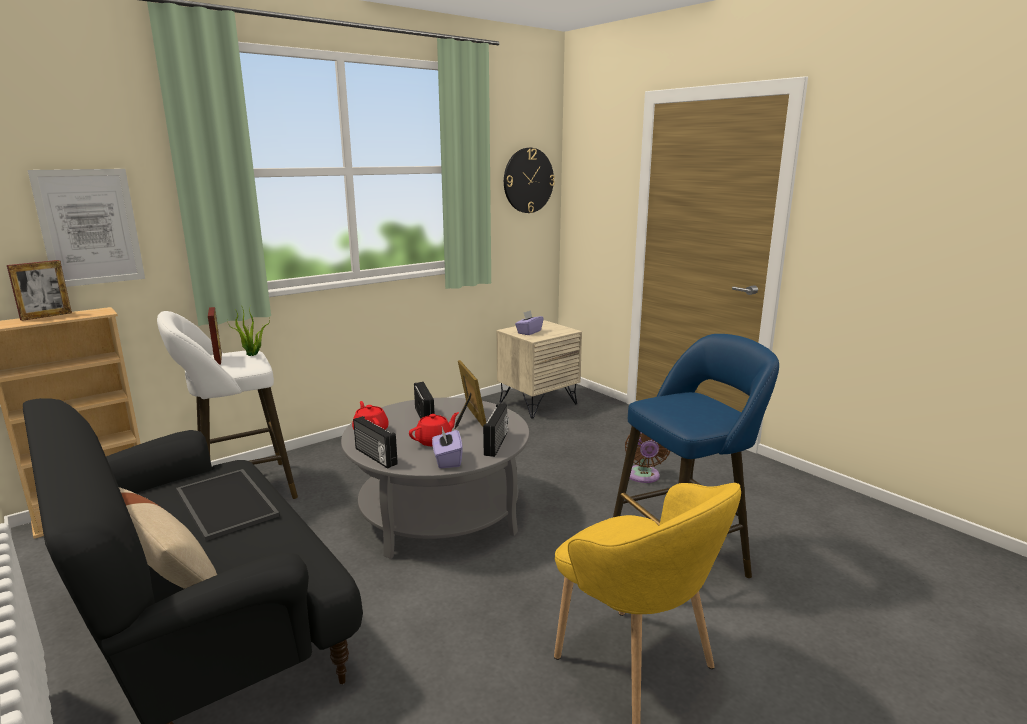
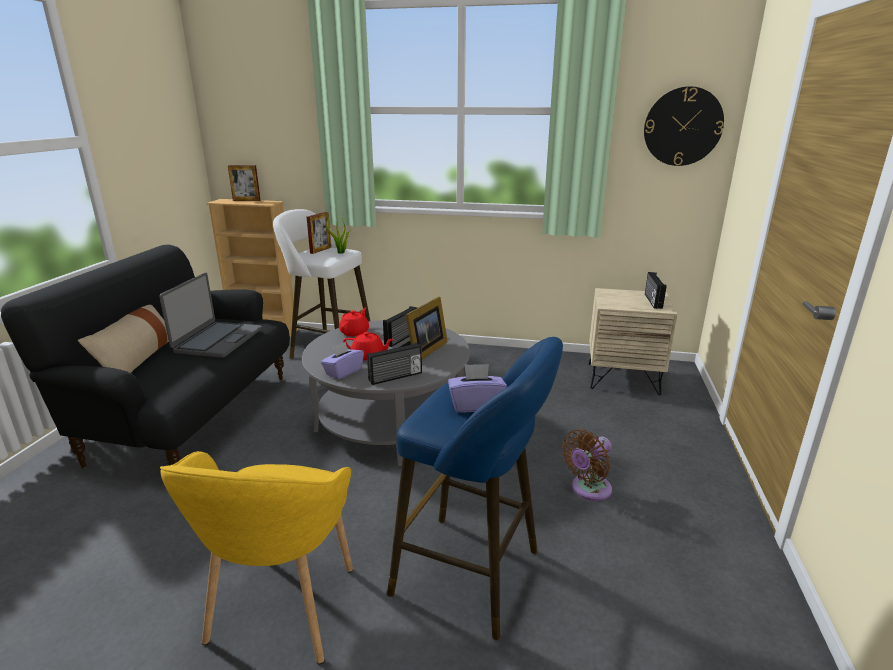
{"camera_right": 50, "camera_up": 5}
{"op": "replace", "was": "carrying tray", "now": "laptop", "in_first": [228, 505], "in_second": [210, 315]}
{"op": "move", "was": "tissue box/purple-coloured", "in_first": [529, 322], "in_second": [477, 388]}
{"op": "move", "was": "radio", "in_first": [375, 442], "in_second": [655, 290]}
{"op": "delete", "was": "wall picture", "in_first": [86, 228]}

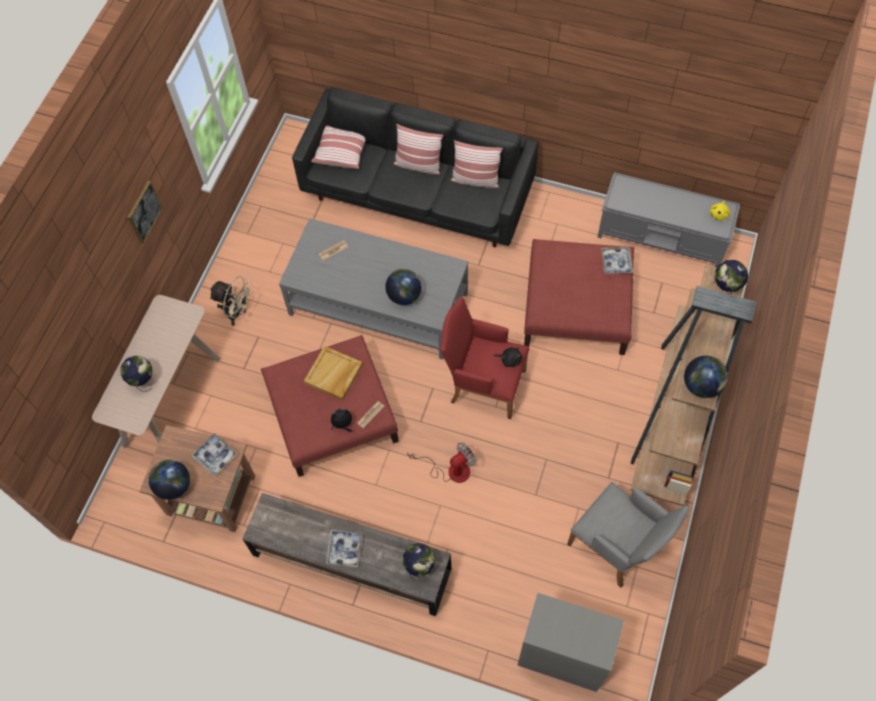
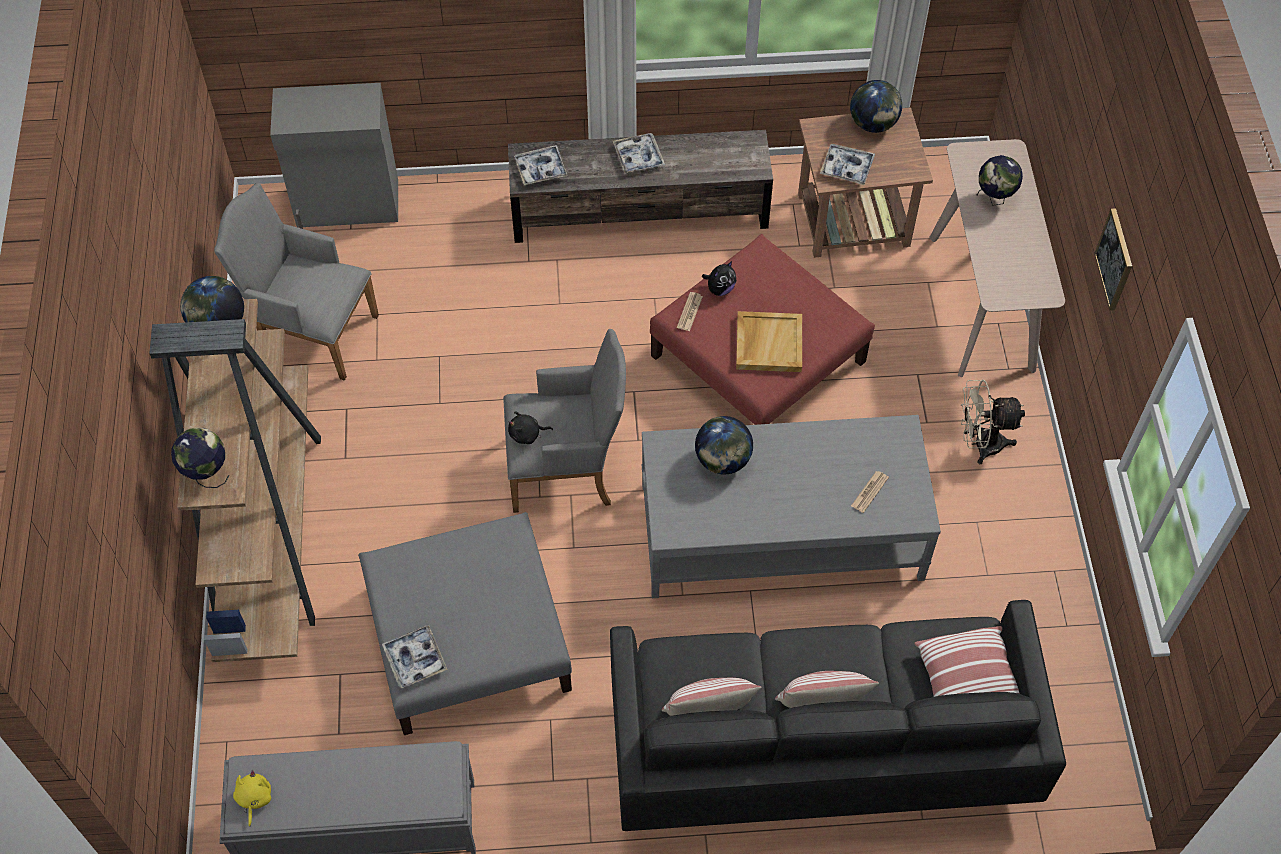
{"camera_right": 155, "camera_up": -5}
{"op": "recolor", "was": "pouffe/reddish", "now": "pouffe/grey", "in_first": [579, 297], "in_second": [465, 623]}
{"op": "recolor", "was": "lounge chair/reddish", "now": "lounge chair/grey", "in_first": [485, 357], "in_second": [564, 421]}
{"op": "replace", "was": "world globe", "now": "carrying tray", "in_first": [419, 561], "in_second": [540, 165]}
{"op": "delete", "was": "fan", "in_first": [441, 463]}

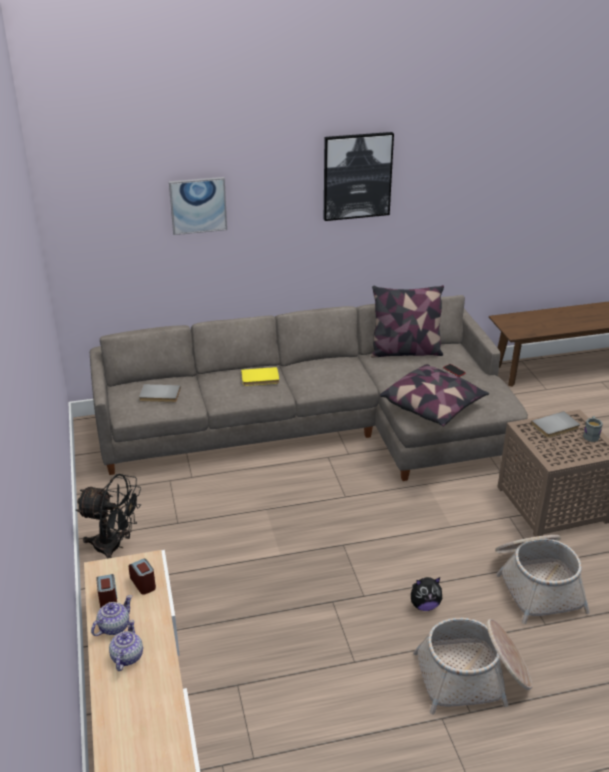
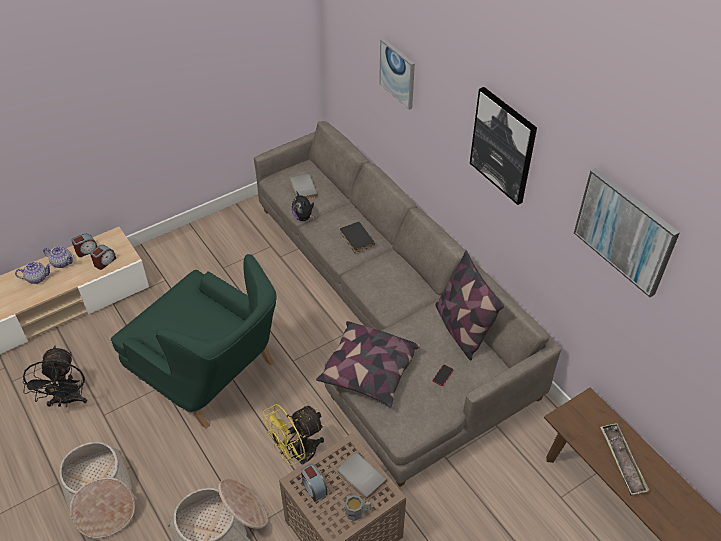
{"camera_right": 70, "camera_up": 15}
{"op": "move", "was": "fan/black", "in_first": [108, 516], "in_second": [55, 376]}
{"op": "insert", "now": "lounge chair/green", "in_second": [194, 341]}
{"op": "insert", "now": "fan/yellowish", "in_second": [293, 434]}
{"op": "move", "was": "plush toy", "in_first": [426, 594], "in_second": [303, 206]}
{"op": "insert", "now": "bedside clock", "in_second": [314, 483]}
{"op": "recolor", "was": "bound book/yellowish", "now": "bound book/black", "in_first": [260, 376], "in_second": [357, 237]}
{"op": "insert", "now": "wall picture", "in_second": [627, 232]}
{"op": "insert", "now": "carrying tray", "in_second": [625, 459]}

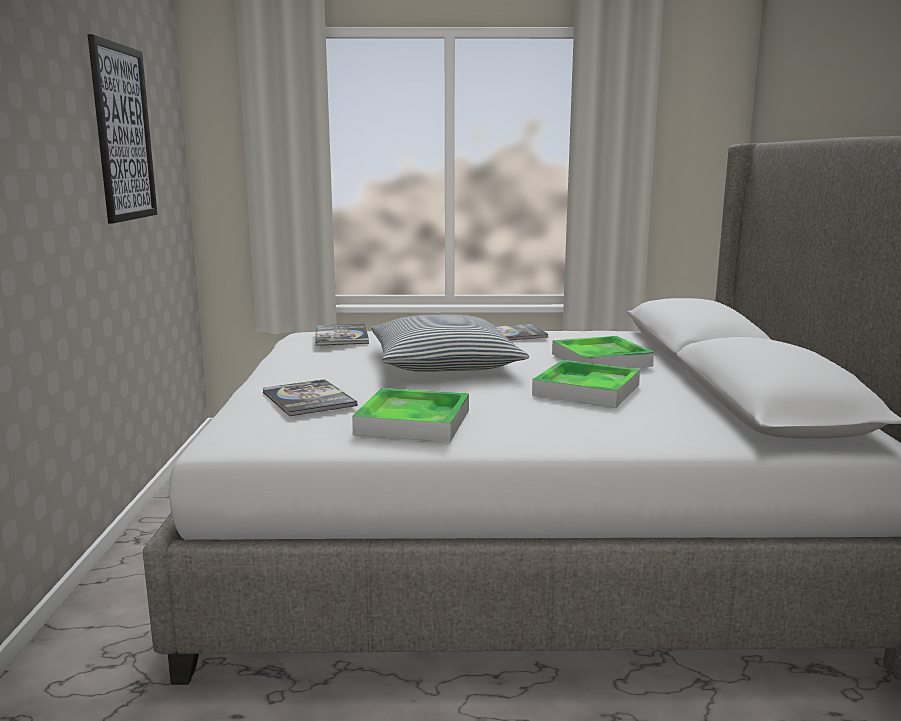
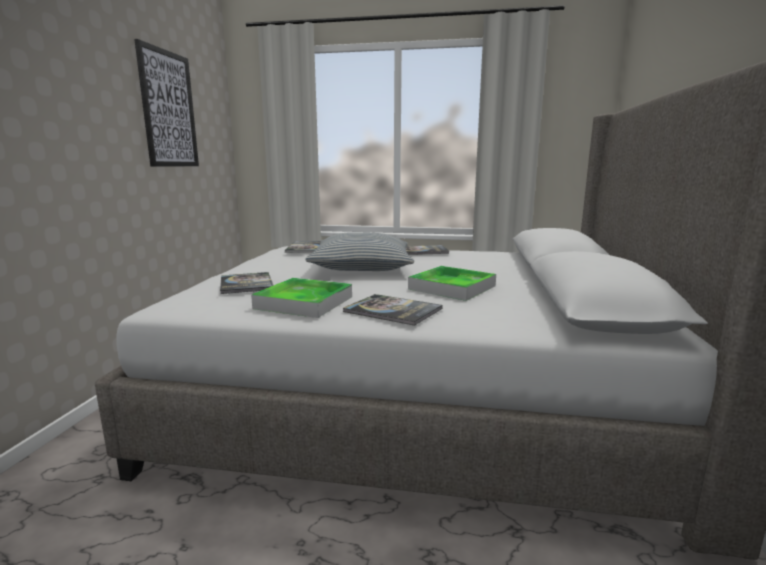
{"camera_right": 10, "camera_up": 0}
{"op": "insert", "now": "bound book", "in_second": [393, 310]}
{"op": "delete", "was": "carrying tray", "in_first": [603, 352]}

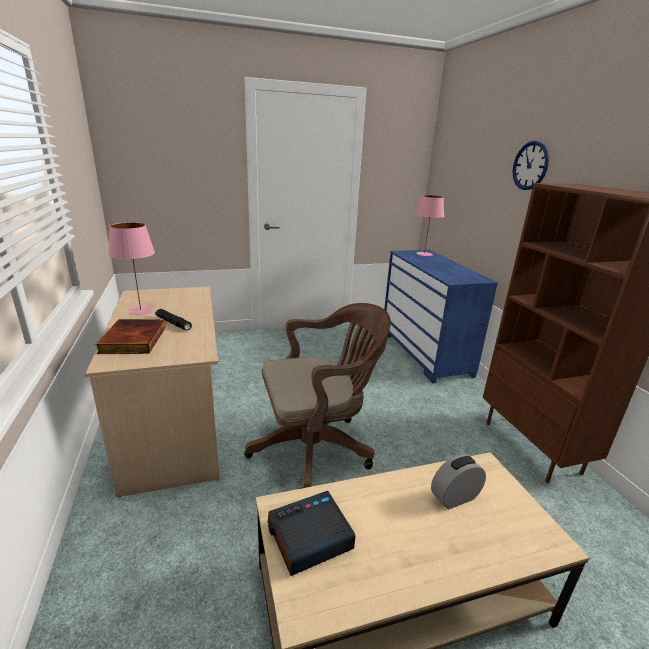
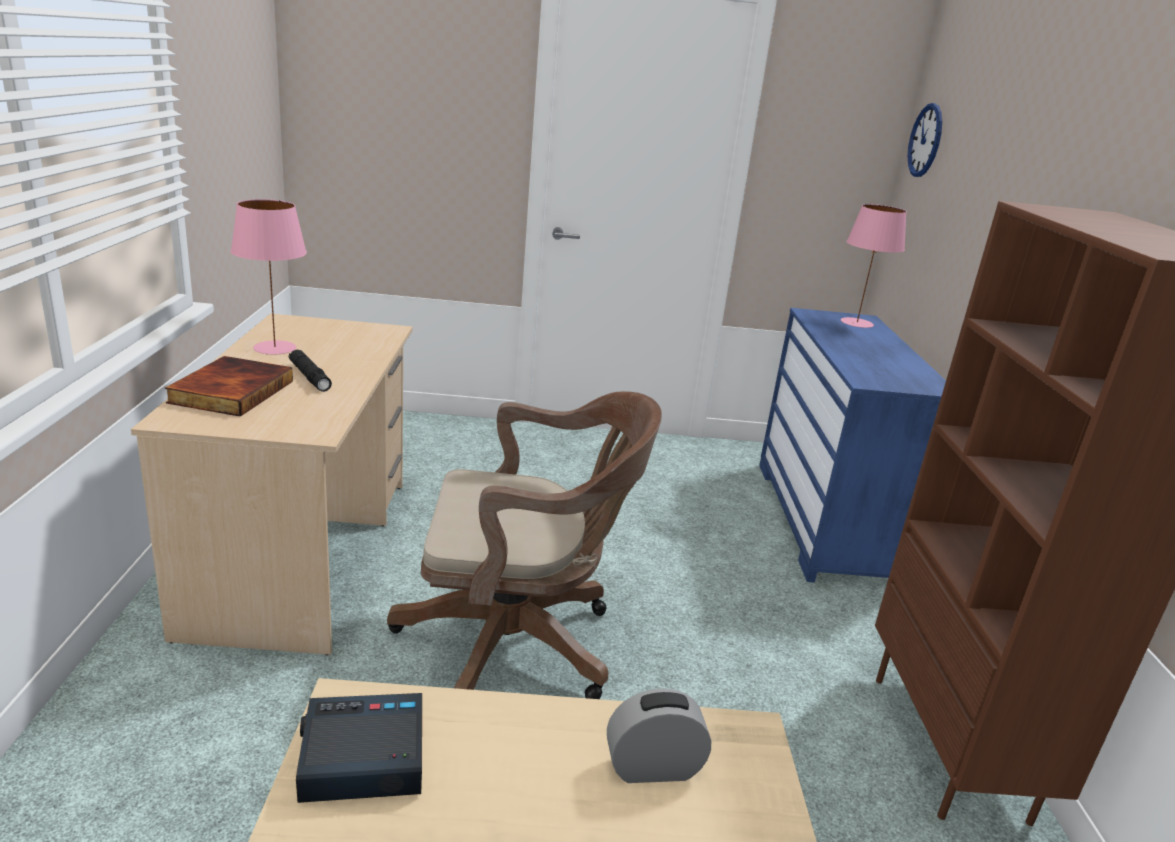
{"camera_right": 15, "camera_up": 0}
{"op": "move", "was": "hanging clock", "in_first": [530, 165], "in_second": [924, 140]}

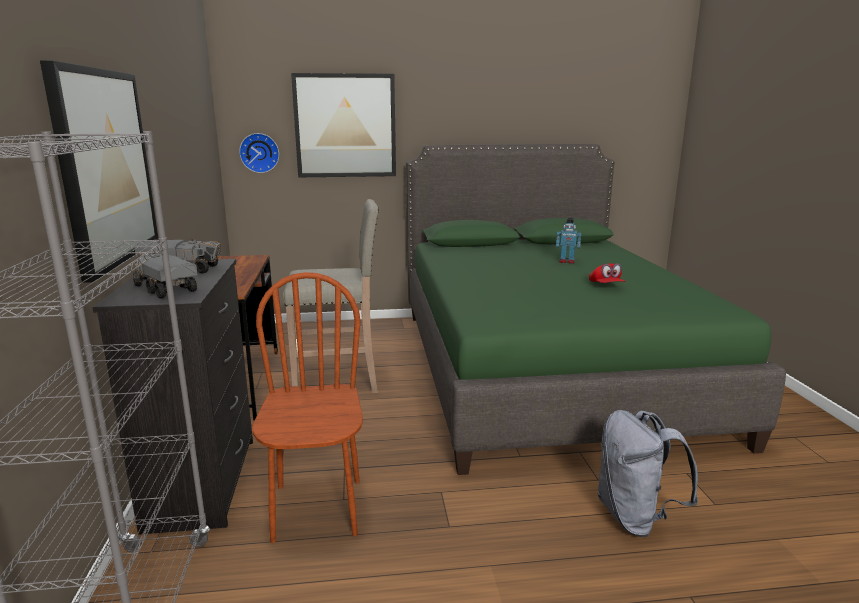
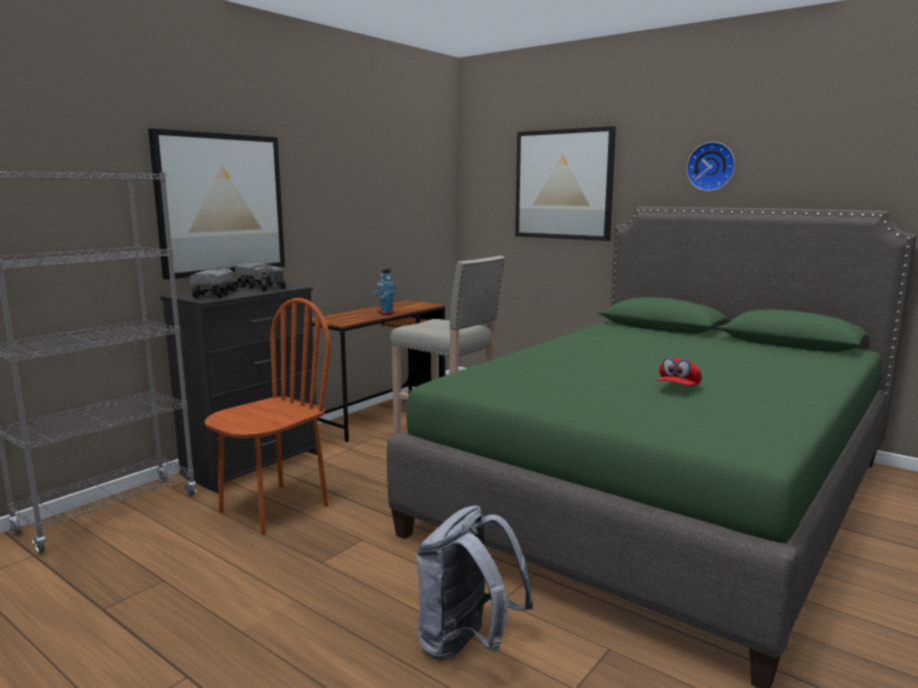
{"camera_right": 45, "camera_up": -5}
{"op": "move", "was": "toy robot", "in_first": [568, 241], "in_second": [384, 292]}
{"op": "move", "was": "hanging clock", "in_first": [259, 153], "in_second": [710, 166]}

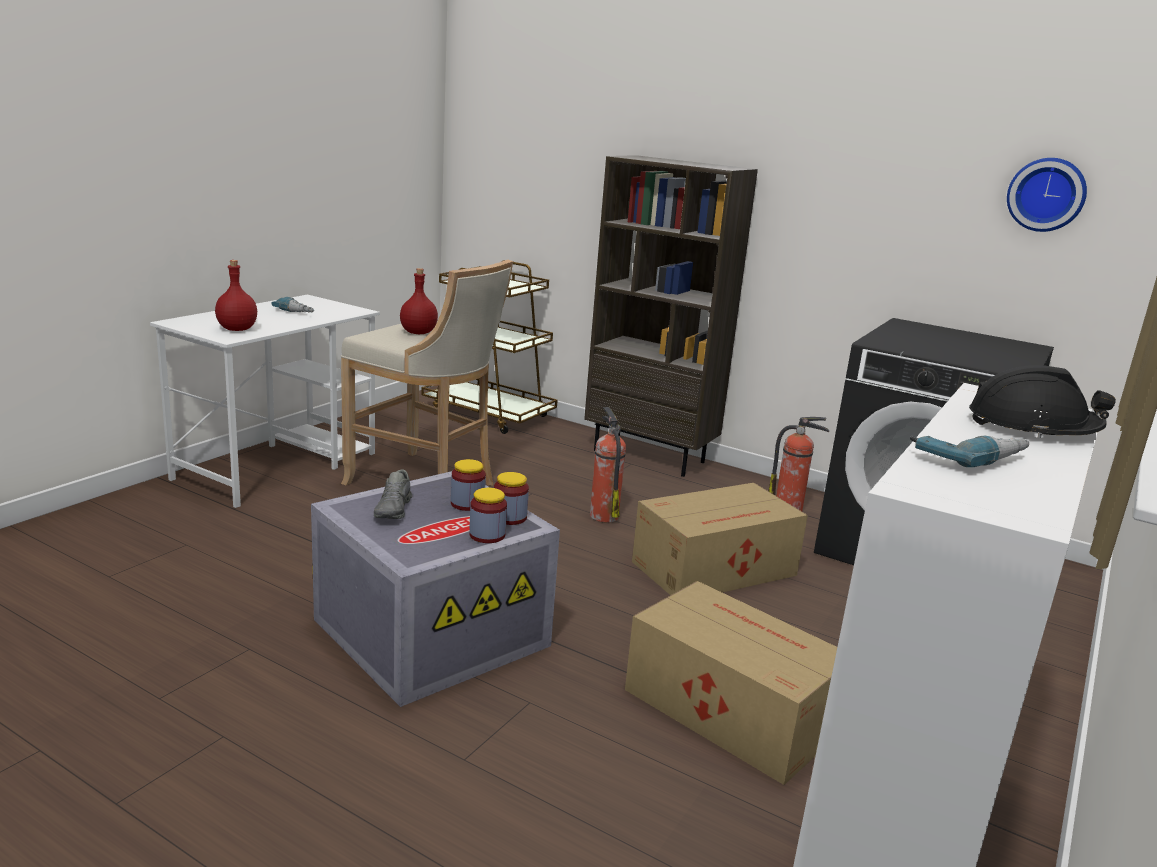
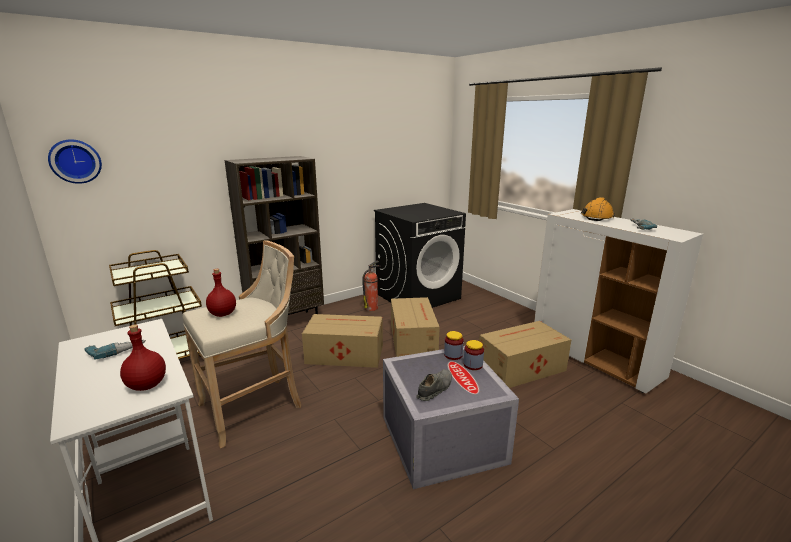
{"camera_right": -65, "camera_up": 0}
{"op": "move", "was": "hanging clock", "in_first": [1047, 195], "in_second": [75, 161]}
{"op": "replace", "was": "extinguisher", "now": "packing box", "in_first": [608, 464], "in_second": [342, 341]}
{"op": "rotate", "was": "item of footwear/grey", "in_first": [393, 494], "in_second": [434, 385], "clockwise": -75}
{"op": "recolor", "was": "hard hat/black", "now": "hard hat/orange-coloured", "in_first": [1042, 401], "in_second": [598, 209]}
{"op": "delete", "was": "preserve jar", "in_first": [468, 485]}

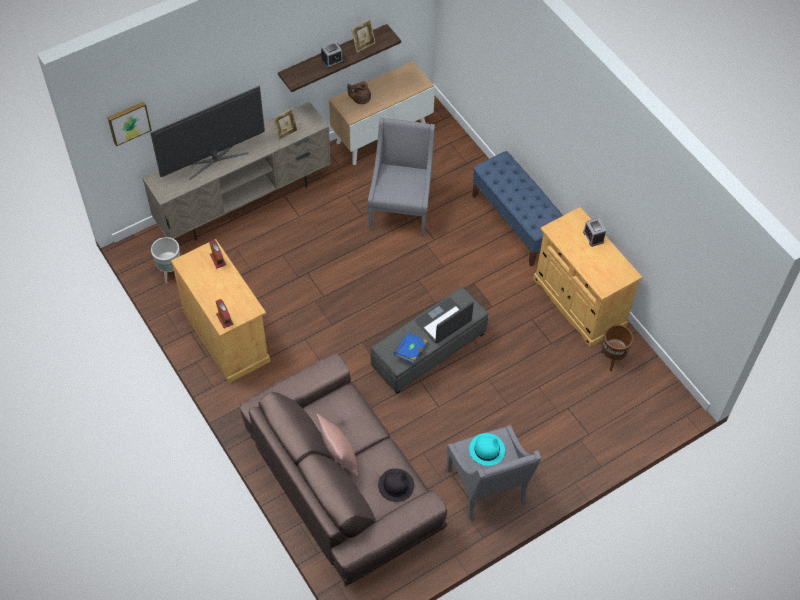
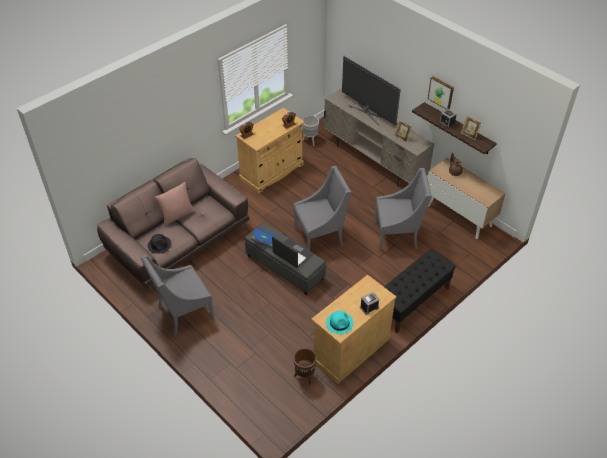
{"camera_right": 80, "camera_up": -10}
{"op": "insert", "now": "lounge chair/grey", "in_second": [322, 208]}
{"op": "move", "was": "hat/turquoise", "in_first": [487, 449], "in_second": [339, 322]}
{"op": "recolor", "was": "indoor bench/bluish", "now": "indoor bench/black", "in_first": [518, 208], "in_second": [420, 291]}
{"op": "move", "was": "wall picture", "in_first": [129, 124], "in_second": [441, 93]}

